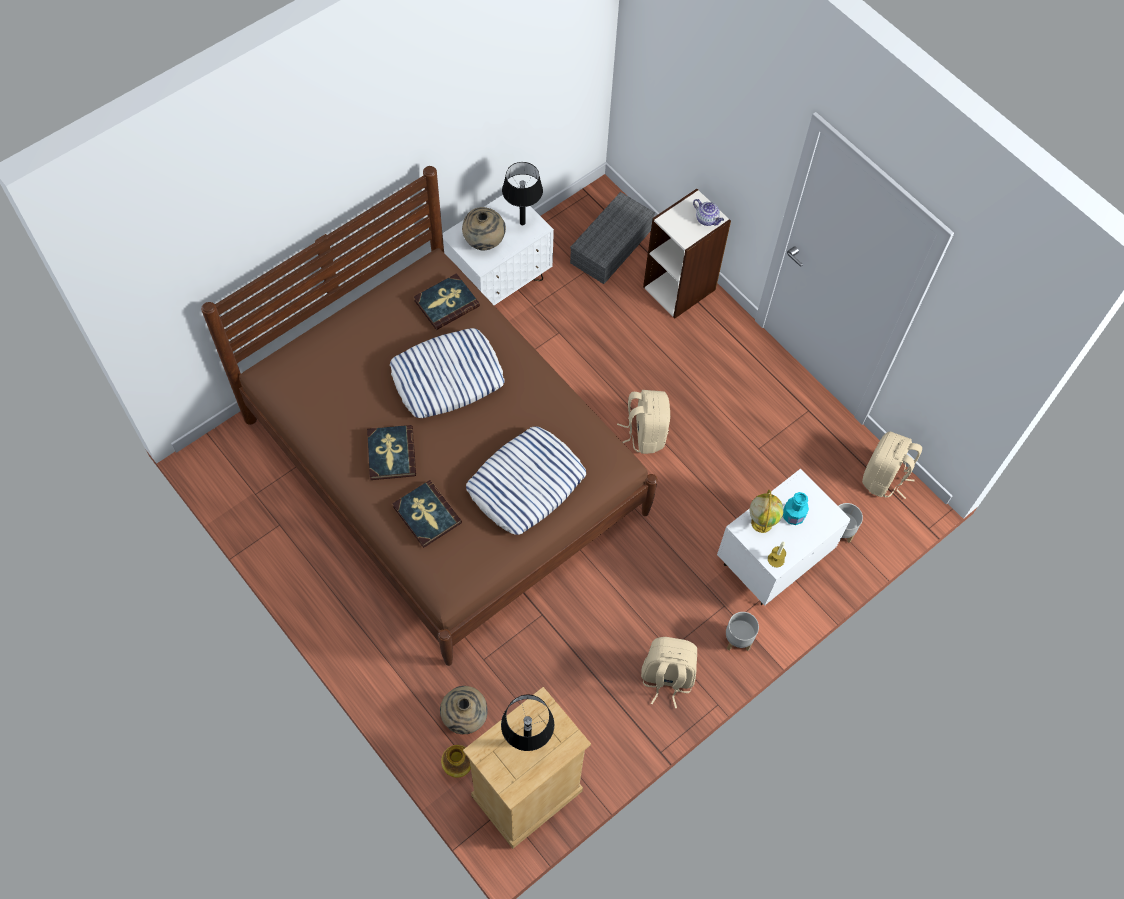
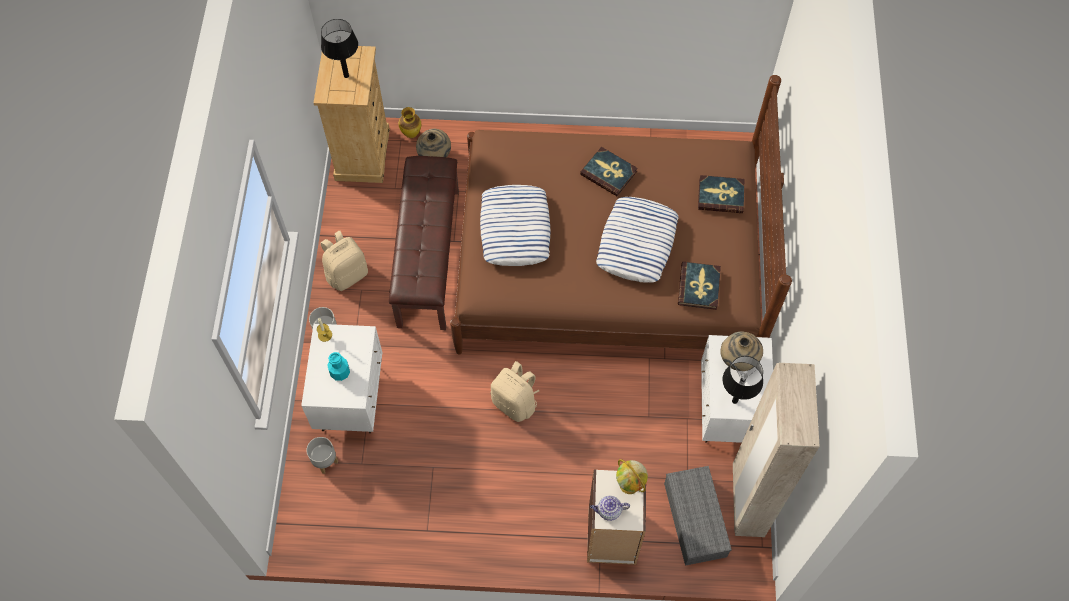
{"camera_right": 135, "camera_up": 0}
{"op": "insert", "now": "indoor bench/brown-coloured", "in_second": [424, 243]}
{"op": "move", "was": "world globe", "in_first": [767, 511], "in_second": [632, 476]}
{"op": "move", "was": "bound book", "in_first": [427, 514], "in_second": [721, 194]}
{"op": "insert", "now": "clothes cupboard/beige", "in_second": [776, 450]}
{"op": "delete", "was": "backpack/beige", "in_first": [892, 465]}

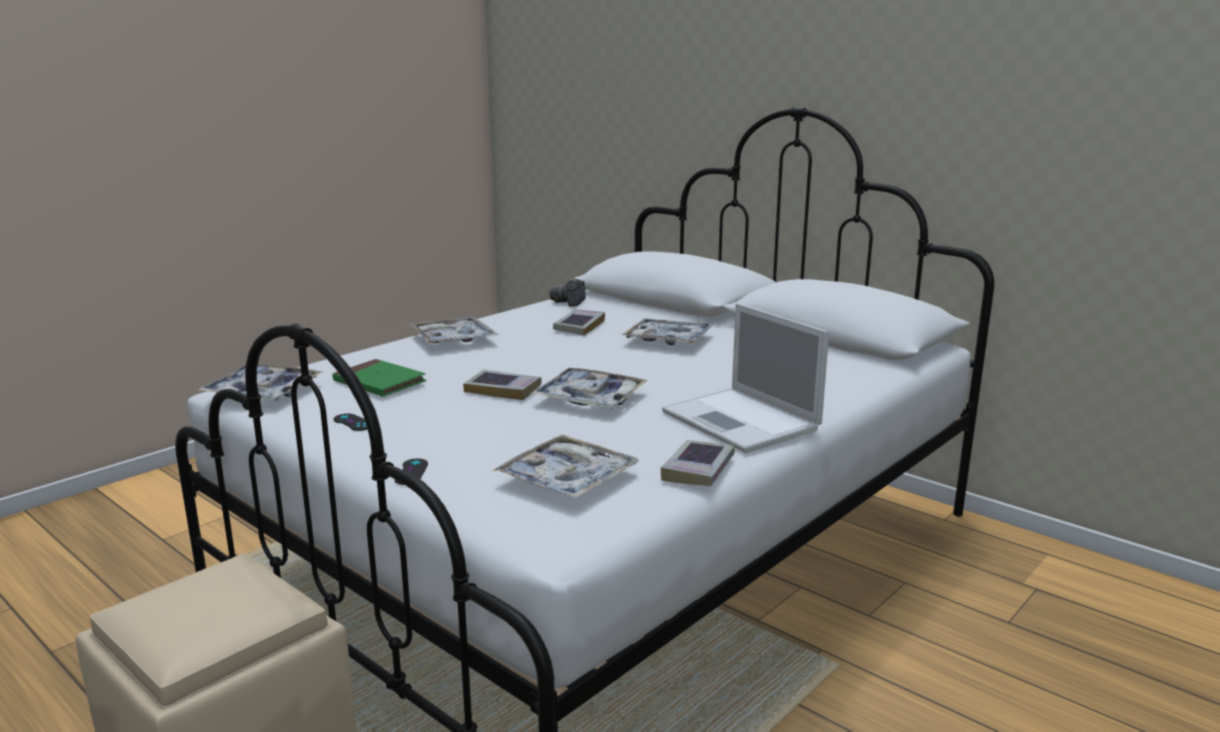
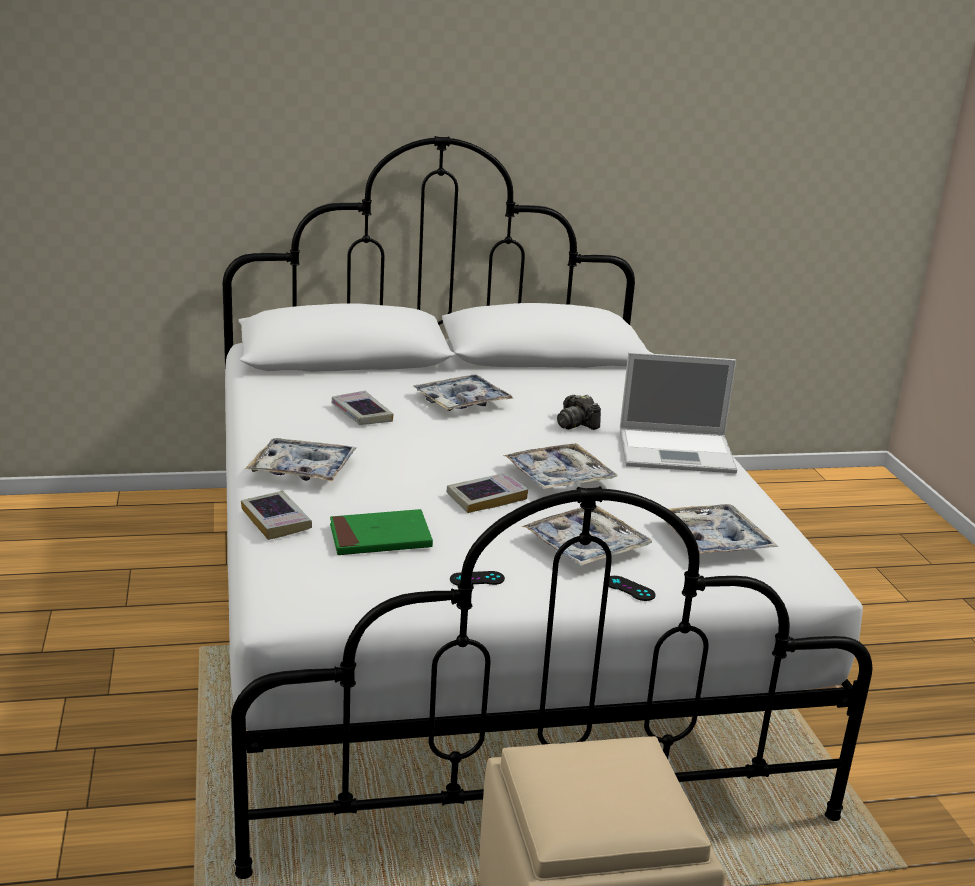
{"camera_right": -55, "camera_up": 5}
{"op": "move", "was": "bound book", "in_first": [698, 463], "in_second": [276, 515]}
{"op": "move", "was": "carrying tray", "in_first": [260, 382], "in_second": [587, 535]}
{"op": "move", "was": "still camera", "in_first": [568, 292], "in_second": [579, 412]}

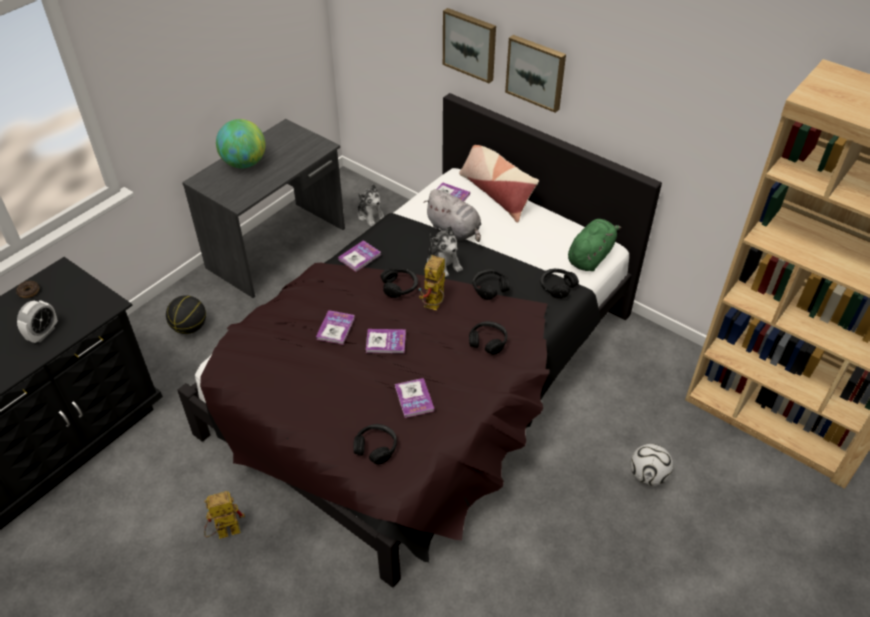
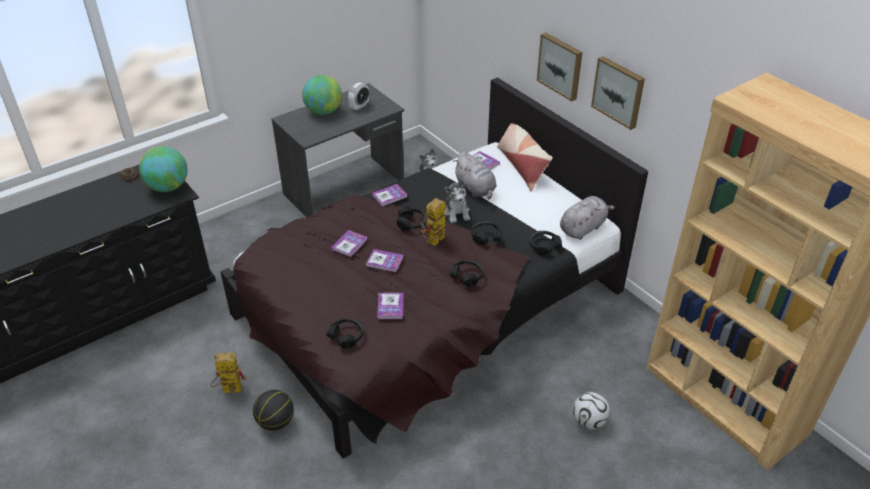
{"camera_right": 15, "camera_up": -5}
{"op": "insert", "now": "world globe", "in_second": [163, 169]}
{"op": "move", "was": "basketball", "in_first": [186, 314], "in_second": [273, 410]}
{"op": "move", "was": "bedside clock", "in_first": [37, 321], "in_second": [359, 96]}
{"op": "recolor", "was": "plush toy/green", "now": "plush toy/grey", "in_first": [594, 245], "in_second": [587, 218]}
{"op": "move", "was": "wall picture", "in_first": [469, 45], "in_second": [618, 93]}

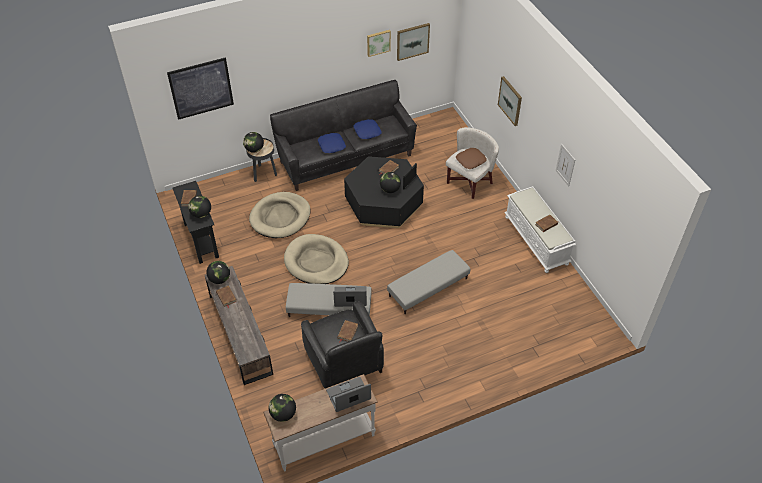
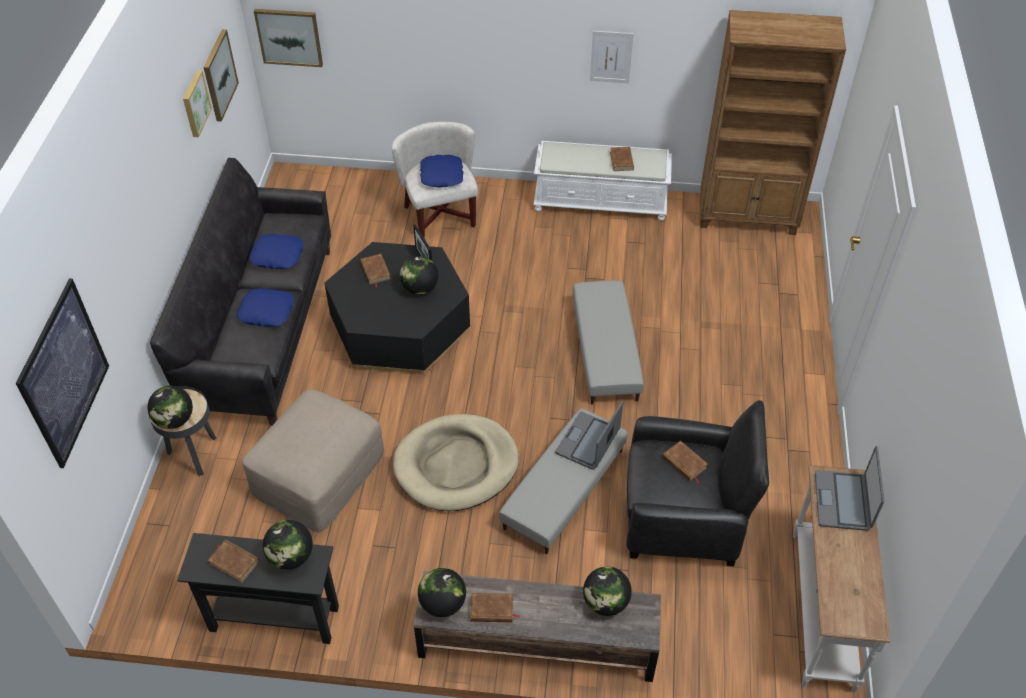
{"camera_right": -60, "camera_up": 0}
{"op": "replace", "was": "dog cushion/beige", "now": "pouffe/beige", "in_first": [279, 215], "in_second": [313, 460]}
{"op": "move", "was": "wall picture", "in_first": [510, 101], "in_second": [288, 38]}
{"op": "recolor", "was": "throw pillow/brown-coloured", "now": "throw pillow/bluish", "in_first": [471, 158], "in_second": [441, 171]}
{"op": "move", "was": "world globe", "in_first": [282, 408], "in_second": [607, 591]}
{"op": "insert", "now": "bookshelf/brown-coloured", "in_second": [773, 122]}

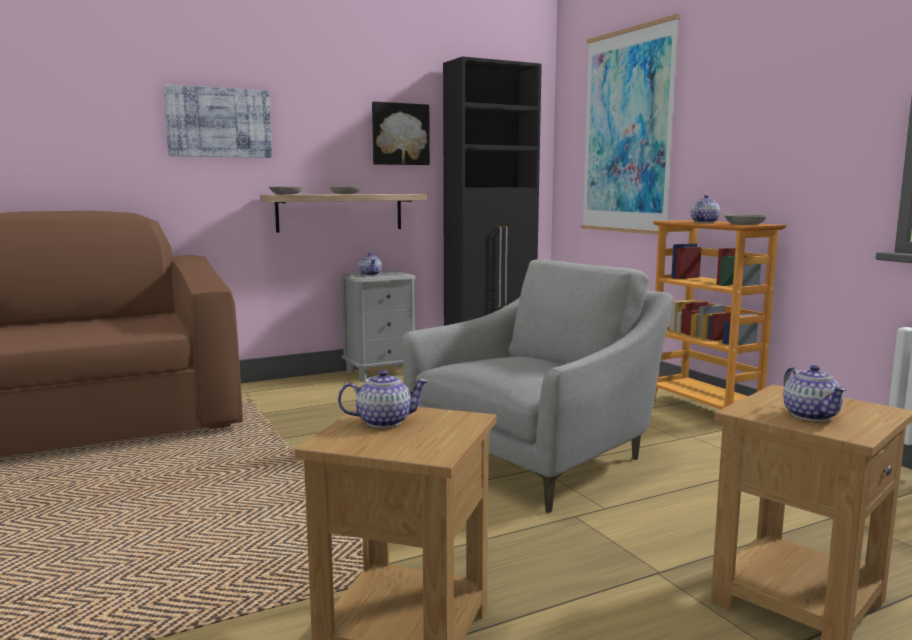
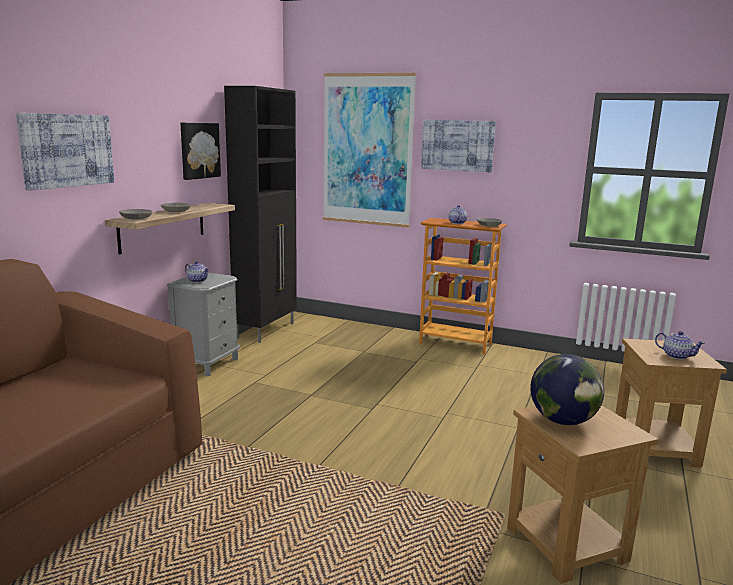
{"camera_right": -40, "camera_up": 5}
{"op": "insert", "now": "wall picture", "in_second": [458, 146]}
{"op": "replace", "was": "pot for tea", "now": "world globe", "in_first": [383, 399], "in_second": [567, 389]}
{"op": "delete", "was": "lounge chair/grey", "in_first": [537, 386]}

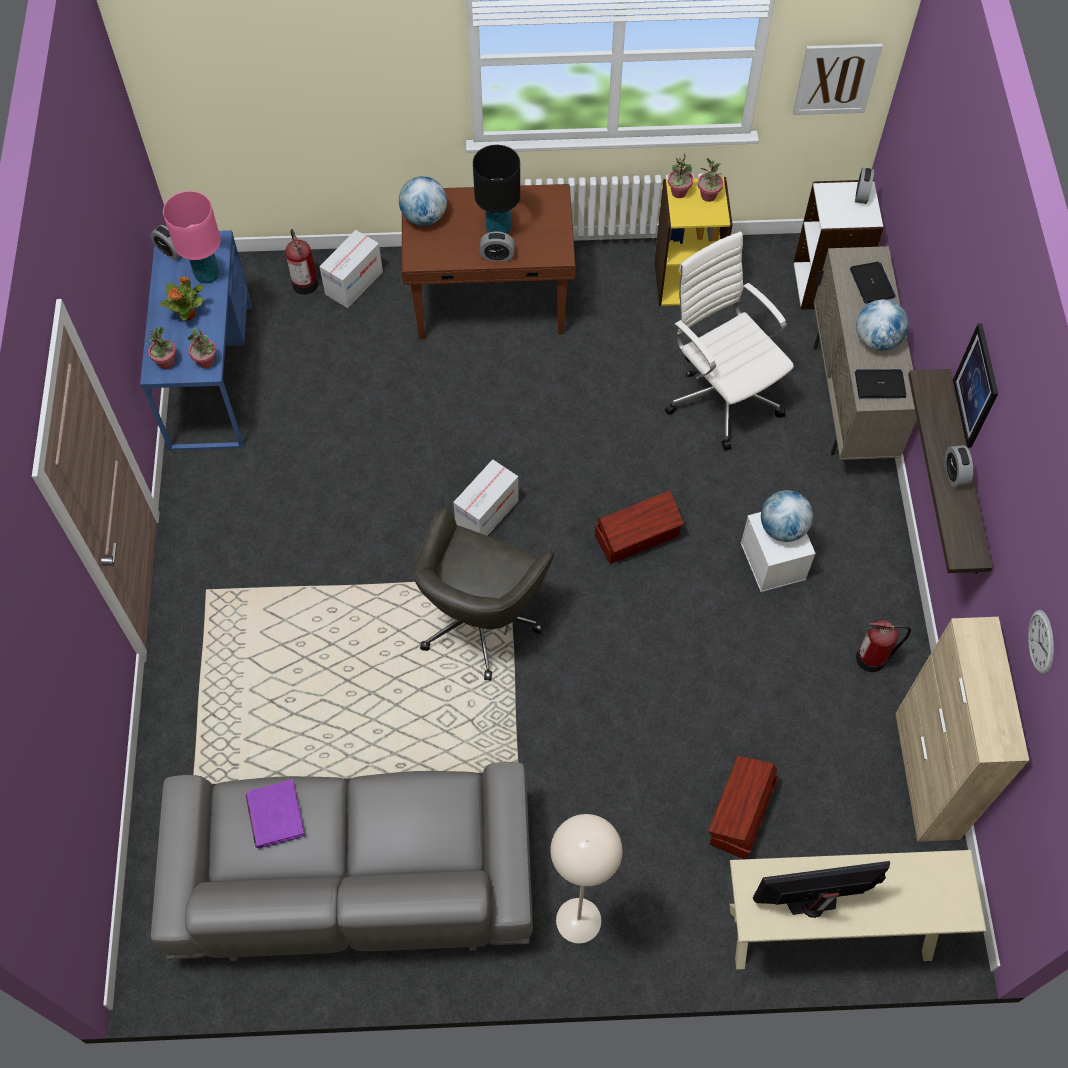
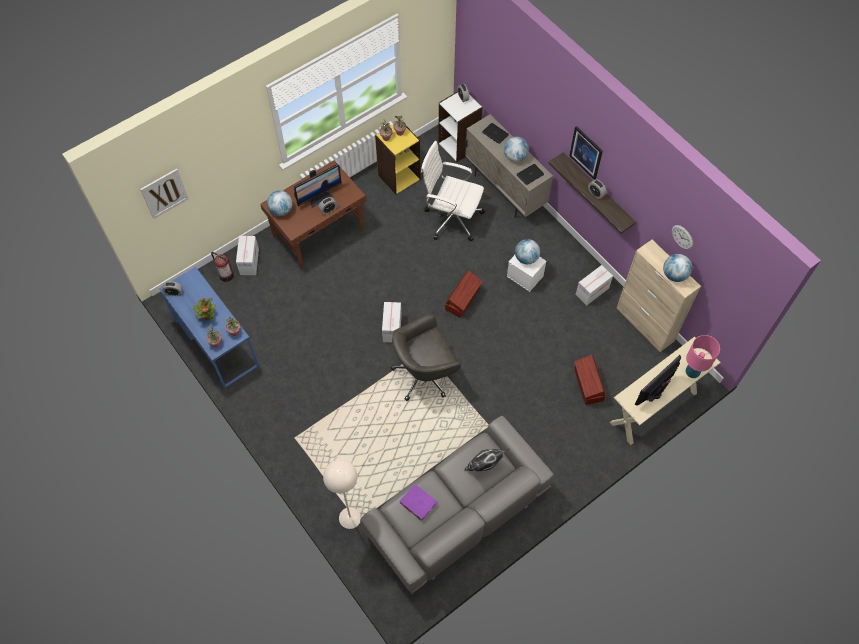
{"camera_right": -35, "camera_up": 0}
{"op": "move", "was": "wall picture", "in_first": [838, 79], "in_second": [164, 194]}
{"op": "replace", "was": "lamp for a table/black", "now": "monitor", "in_first": [496, 189], "in_second": [318, 185]}
{"op": "move", "was": "standing lamp/beige", "in_first": [586, 878], "in_second": [342, 494]}
{"op": "rotate", "was": "desk chair/grey", "in_first": [483, 594], "in_second": [426, 357], "clockwise": 75}
{"op": "insert", "now": "throw pillow", "in_second": [487, 459]}
{"op": "replace", "was": "extinguisher", "now": "packing box", "in_first": [883, 646], "in_second": [594, 285]}
{"op": "insert", "now": "world globe", "in_second": [677, 268]}
{"op": "move", "was": "lamp for a table/pink", "in_first": [192, 237], "in_second": [703, 356]}

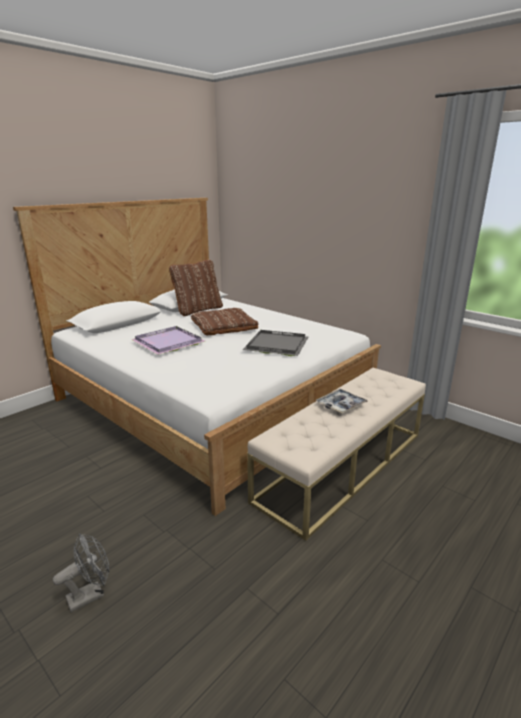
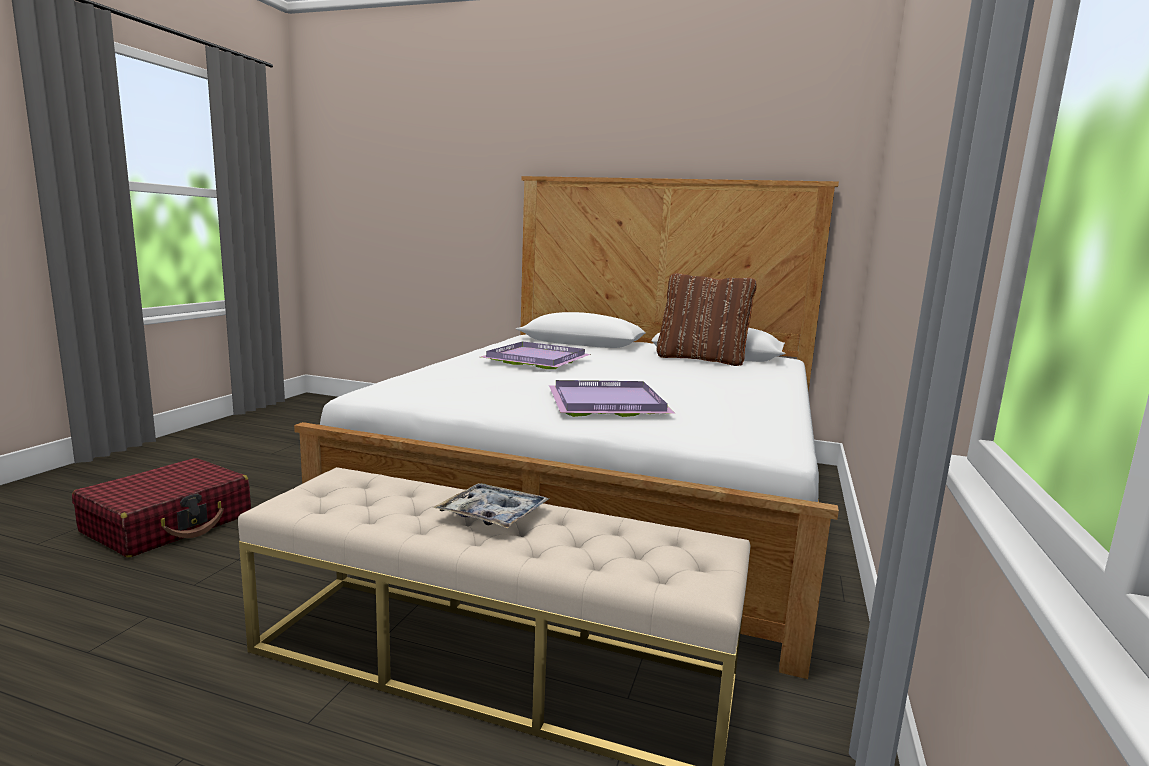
{"camera_right": 65, "camera_up": -10}
{"op": "replace", "was": "fan/grey", "now": "suitcase/reddish", "in_first": [81, 572], "in_second": [161, 508]}
{"op": "recolor", "was": "carrying tray/grey", "now": "carrying tray/purple-coloured", "in_first": [275, 343], "in_second": [612, 398]}
{"op": "delete", "was": "throw pillow/brown-coloured", "in_first": [225, 322]}

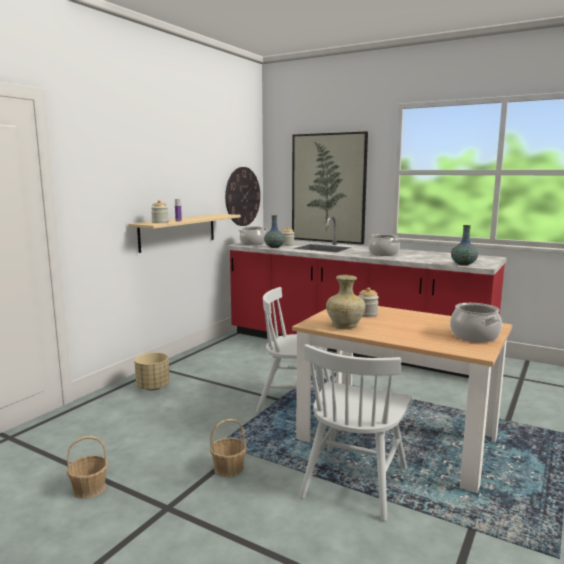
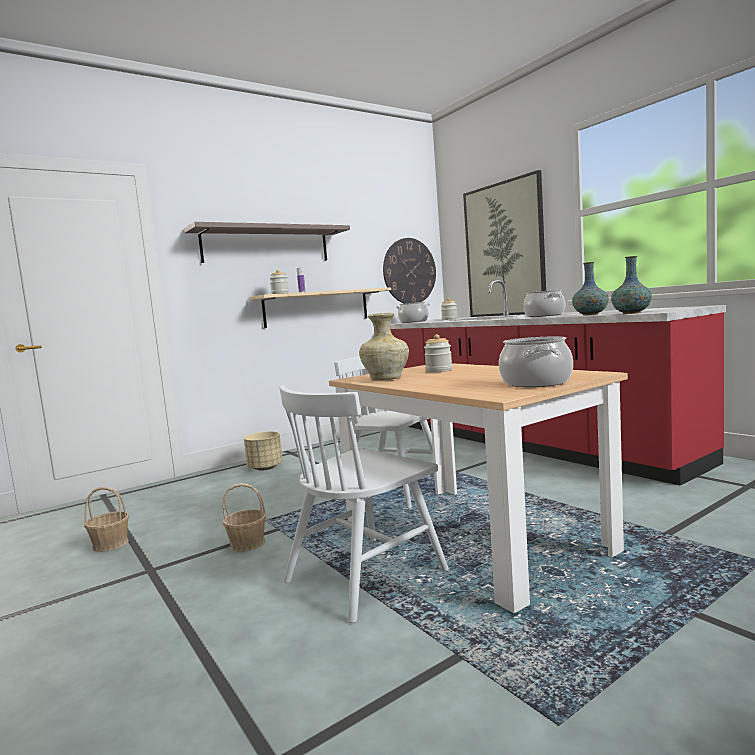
{"camera_right": 25, "camera_up": -5}
{"op": "insert", "now": "bracket shelf", "in_second": [267, 242]}
{"op": "move", "was": "decorative vase", "in_first": [274, 231], "in_second": [590, 288]}

